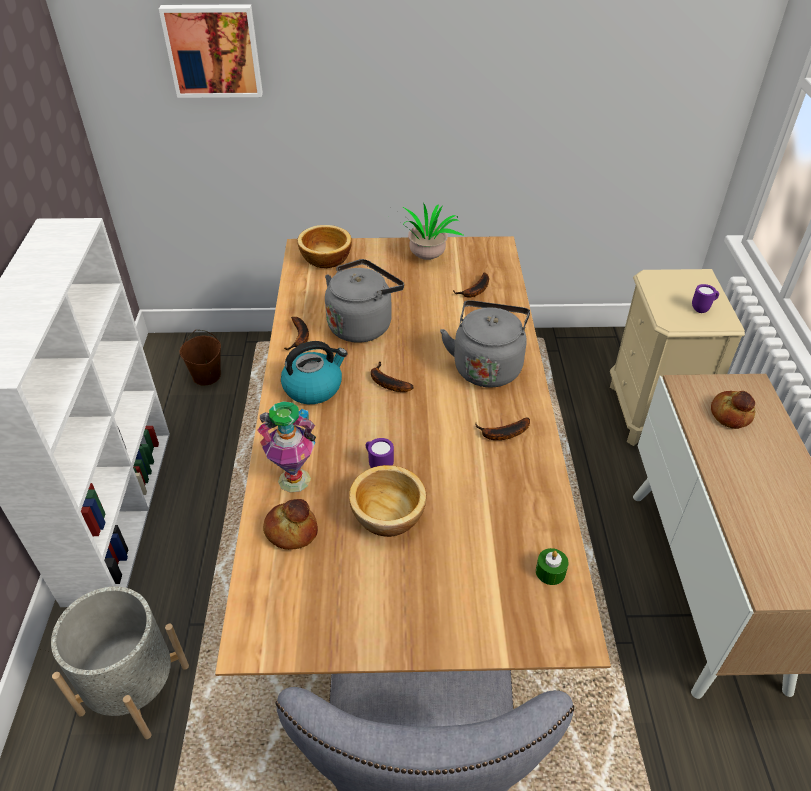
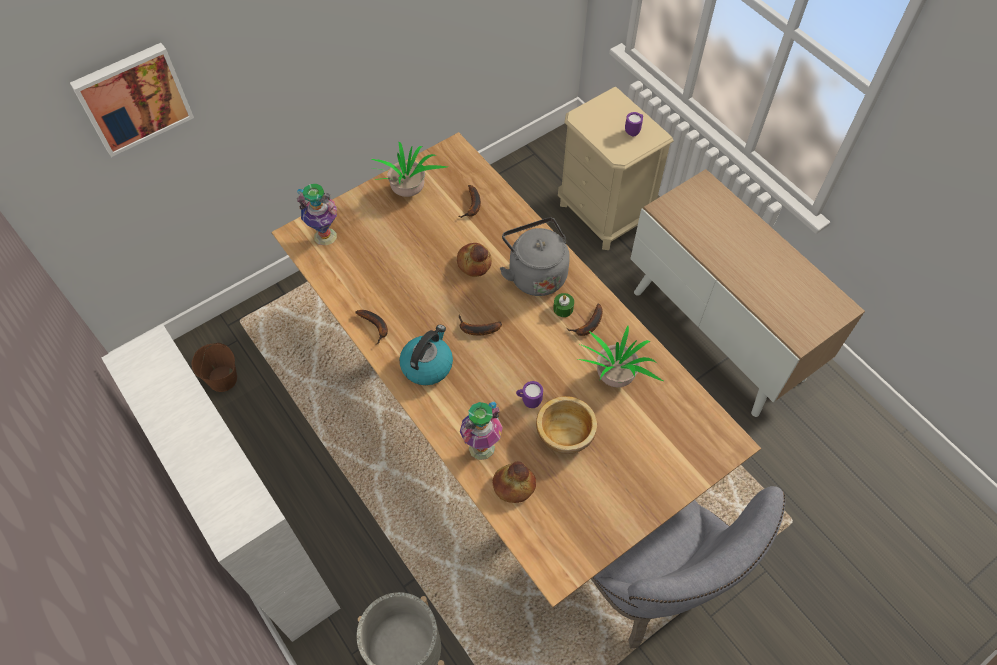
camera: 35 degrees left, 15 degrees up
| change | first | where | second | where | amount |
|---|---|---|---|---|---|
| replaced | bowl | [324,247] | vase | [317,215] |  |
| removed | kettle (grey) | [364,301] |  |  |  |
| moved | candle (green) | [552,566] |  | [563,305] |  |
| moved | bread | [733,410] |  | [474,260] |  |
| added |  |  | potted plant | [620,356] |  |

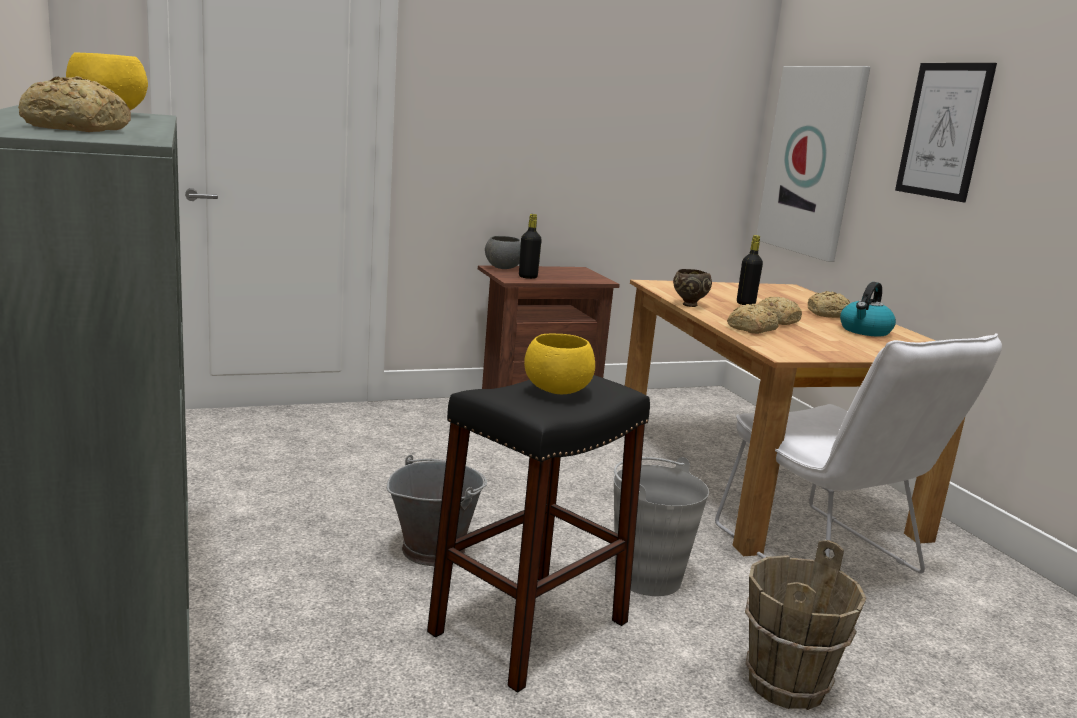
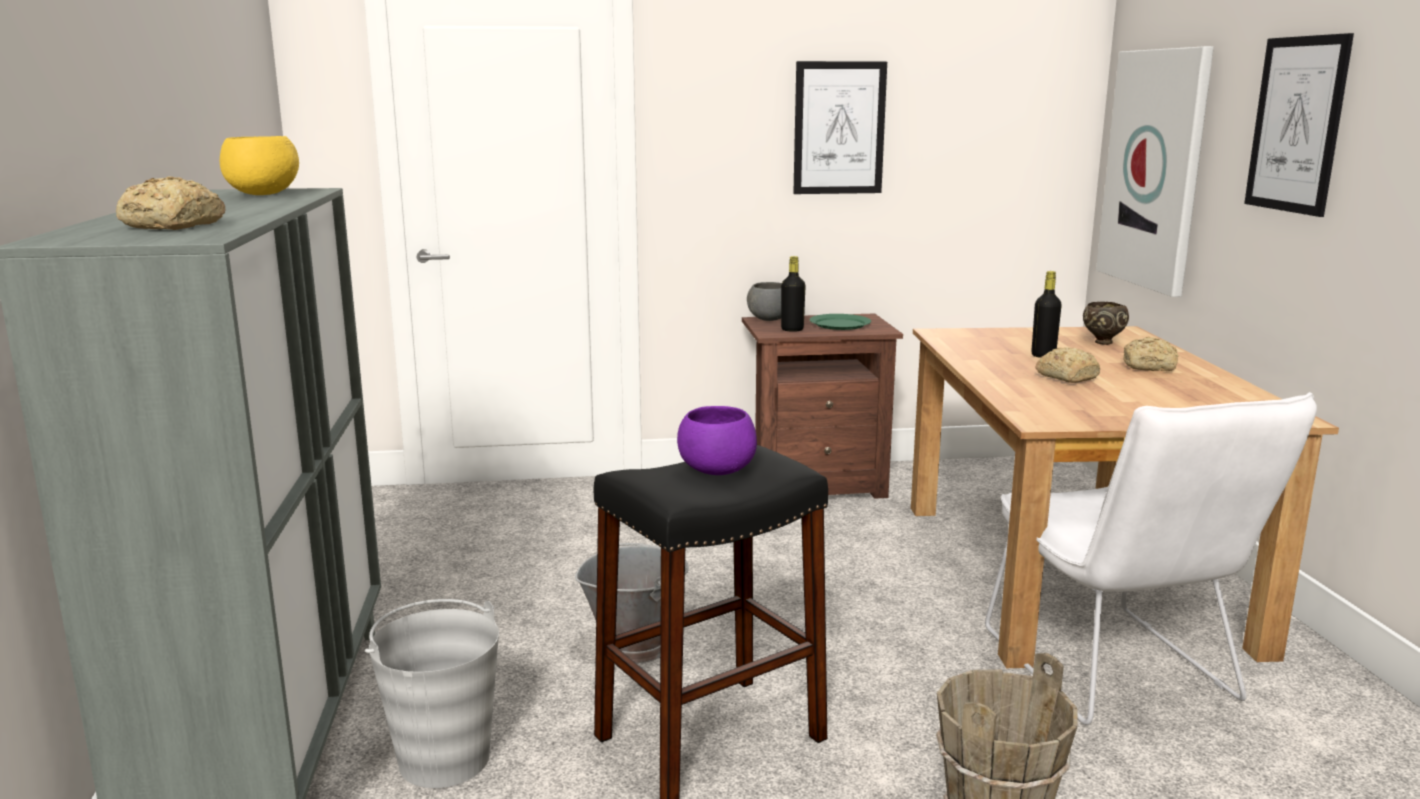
camera: 15 degrees right, 0 degrees up
| change | first | where | second | where | amount |
|---|---|---|---|---|---|
| recoloured | bowl (yellow) | [559,363] | bowl (purple) | [717,440] |  |
| moved | bucket (grey) | [661,526] |  | [432,693] |  |
| moved | bowl (brown) | [692,288] |  | [1106,323] |  |
| removed | bread | [753,319] |  |  |  |
| removed | kettle | [868,309] |  |  |  |
| added |  |  | picture | [840,127] |  |
| added |  |  | plate (green) | [840,322] |  |

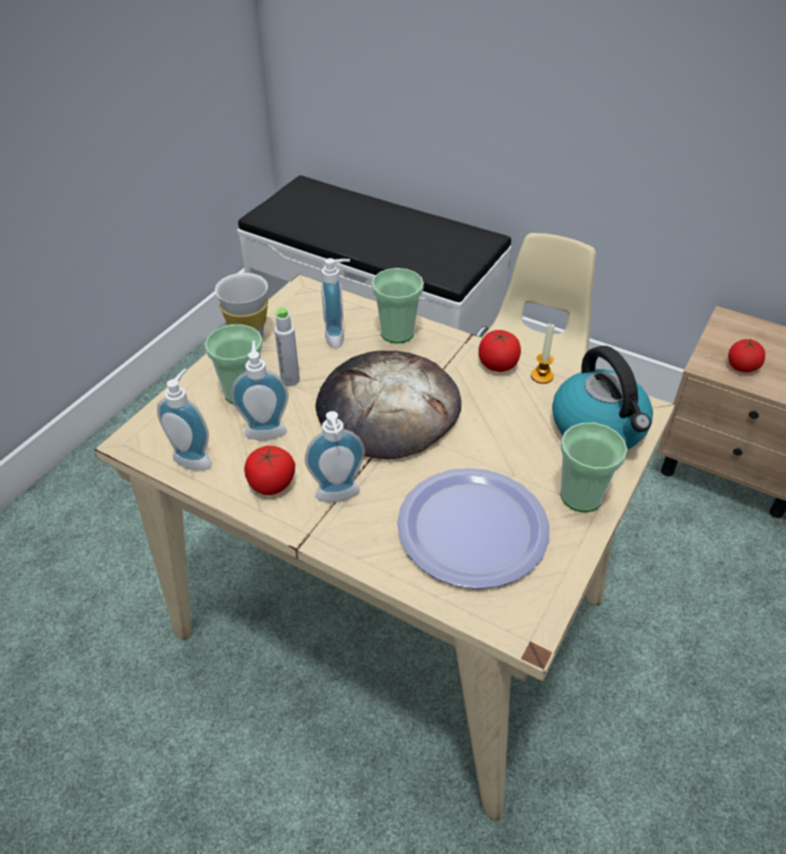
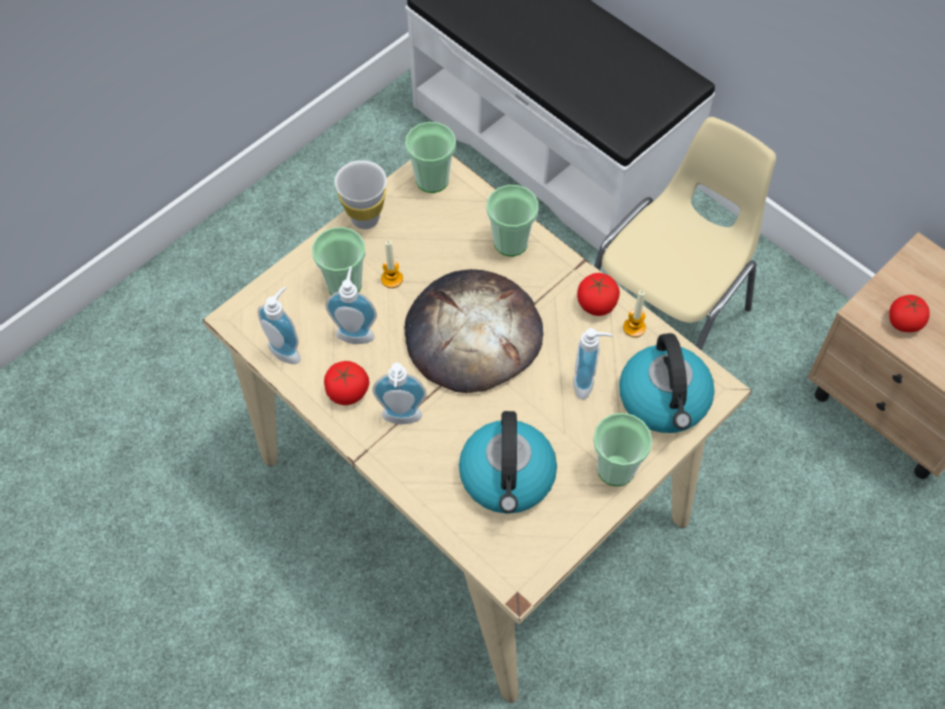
camera: 15 degrees right, 15 degrees up
| change | first | where | second | where | amount |
|---|---|---|---|---|---|
| replaced | bottle (grey) | [287,346] | candle | [392,264] |  |
| moved | soap dispenser | [335,303] |  | [593,364] |  |
| replaced | plate | [473,528] | kettle | [508,462] |  |
| added |  |  | cup | [430,157] |  |

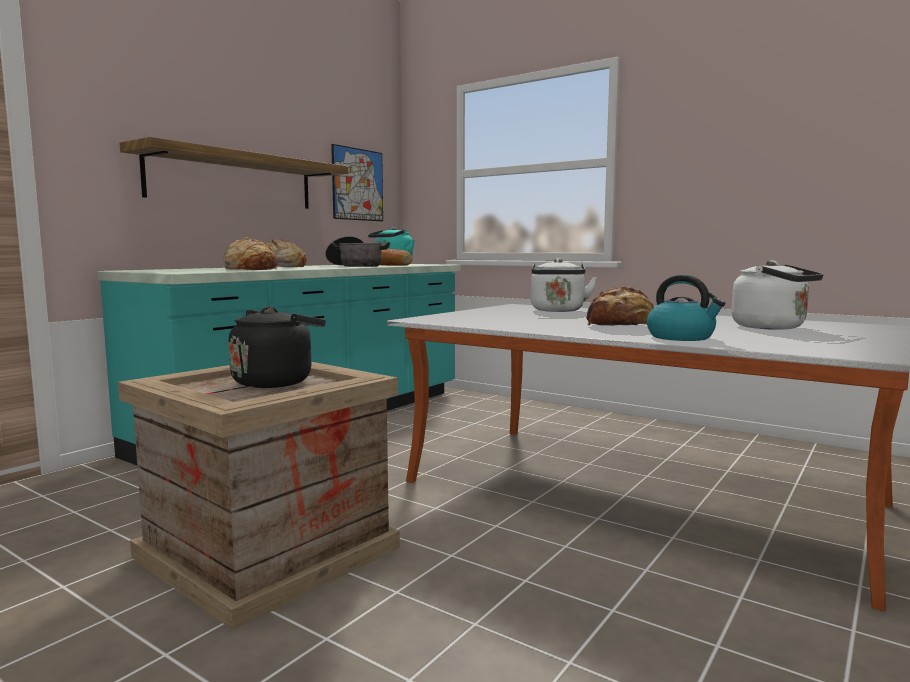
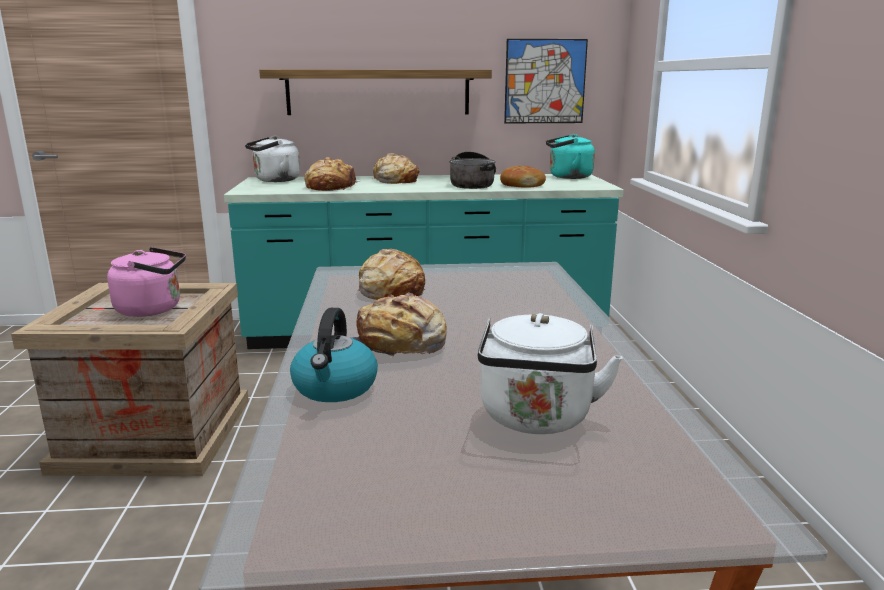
camera: 50 degrees right, 10 degrees up
| change | first | where | second | where | amount |
|---|---|---|---|---|---|
| recoloured | kettle (black) | [277,347] | kettle (pink) | [146,282] |  |
| moved | kettle (white) | [564,285] |  | [272,159] |  |
| added |  |  | bread | [392,274] |  |

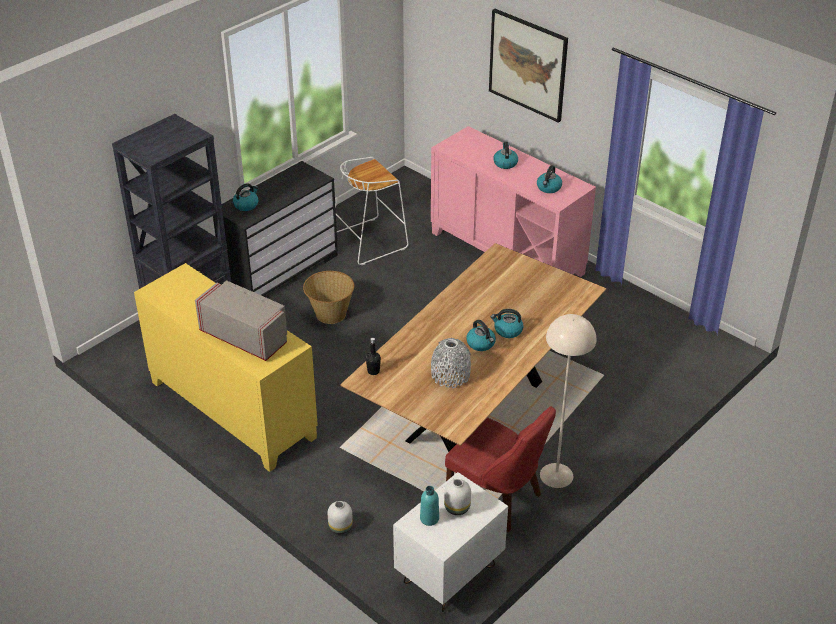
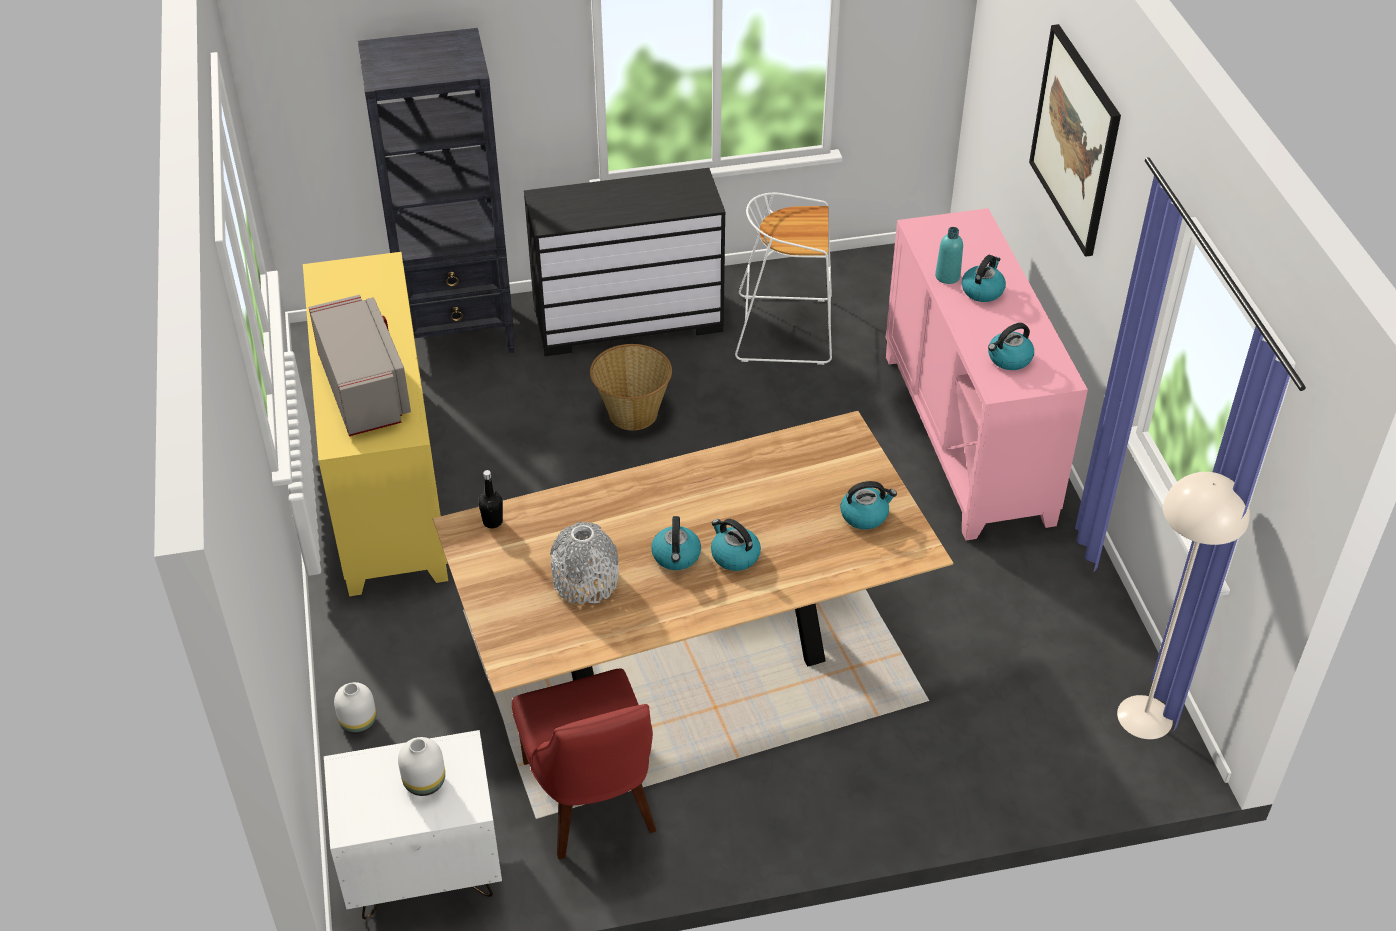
camera: 35 degrees right, 5 degrees up
| change | first | where | second | where | amount |
|---|---|---|---|---|---|
| moved | kettle | [245,197] |  | [868,505] |  |
| moved | bottle (turquoise) | [429,506] |  | [949,255] |  |
| moved | floor lamp (beige) | [568,401] |  | [1183,605] |  |

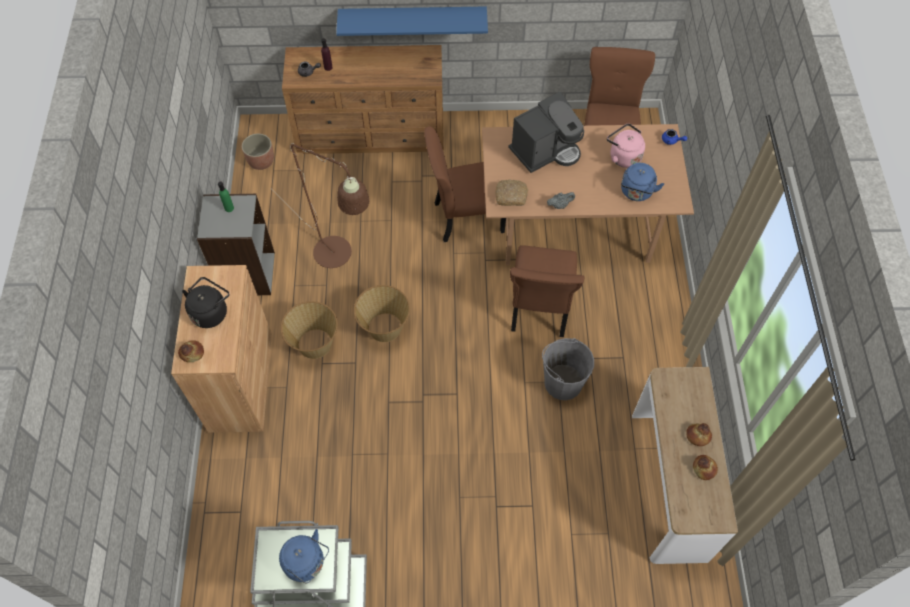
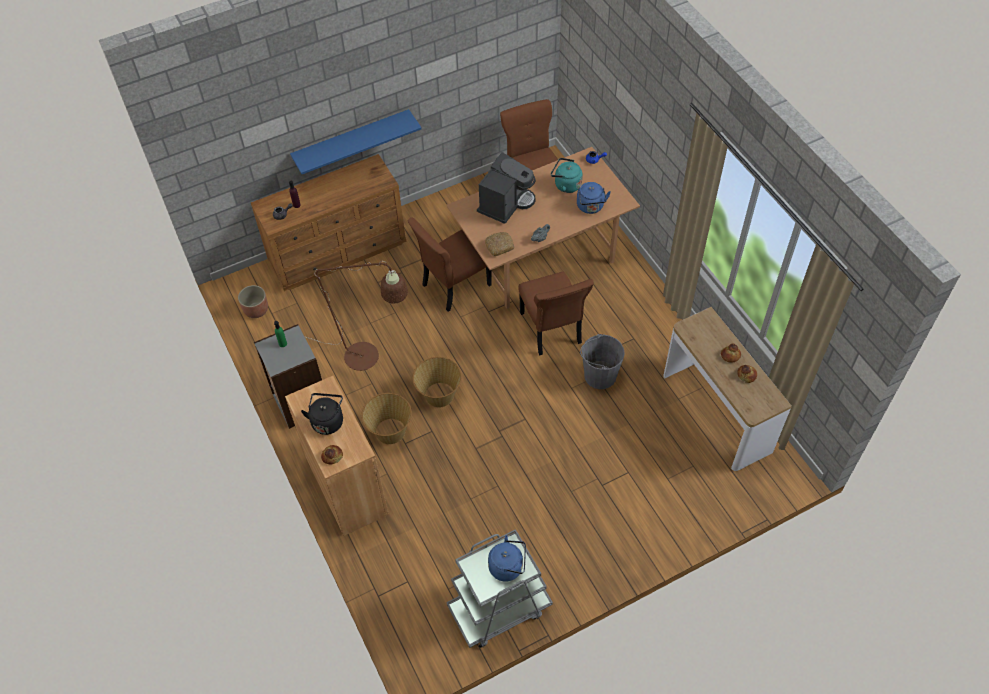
camera: 25 degrees left, 5 degrees down
| change | first | where | second | where | amount |
|---|---|---|---|---|---|
| recoloured | kettle (pink) | [626,145] | kettle (turquoise) | [567,175] |  |

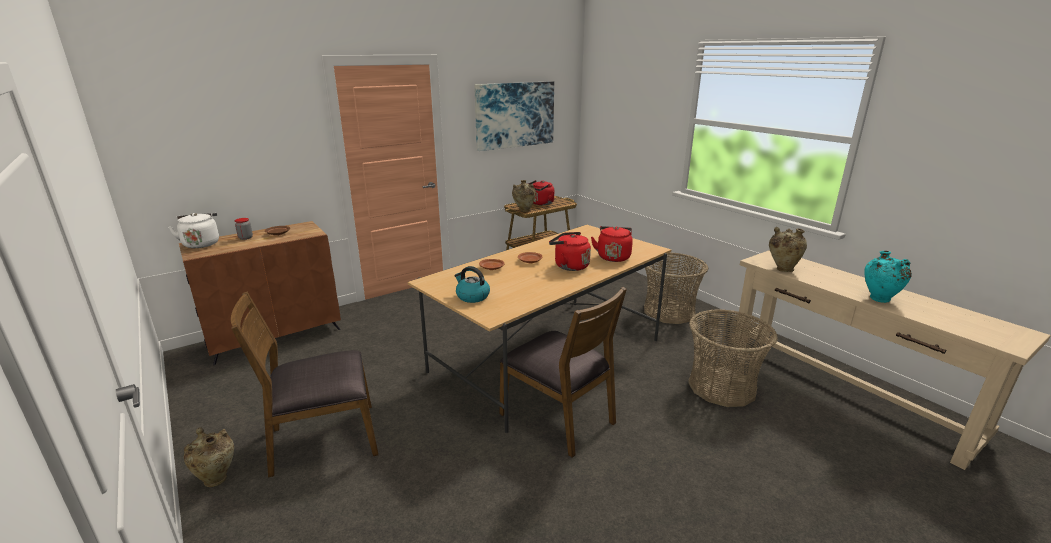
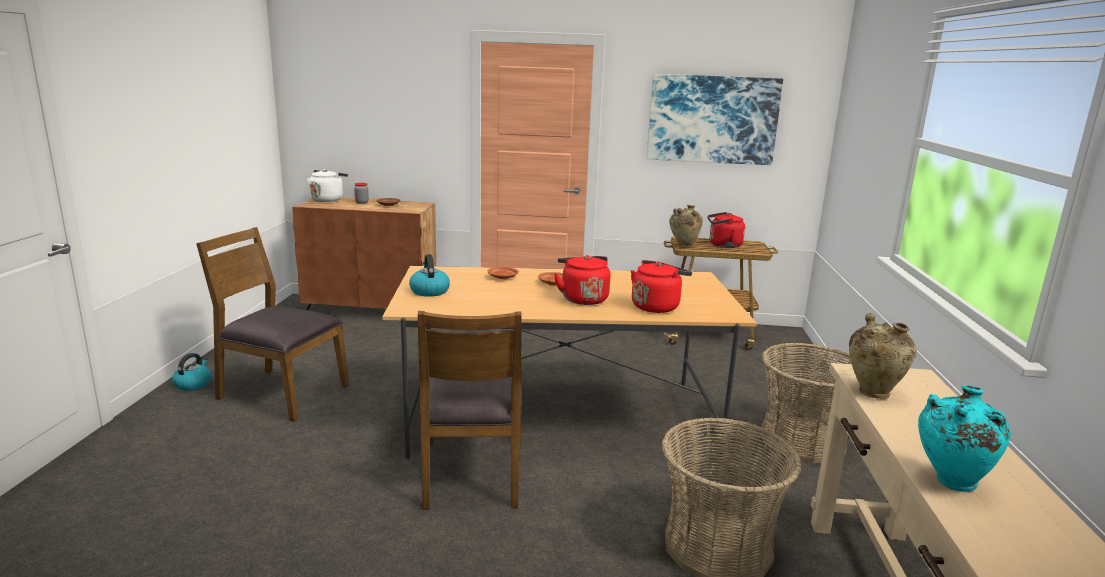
camera: 40 degrees right, 5 degrees down
| change | first | where | second | where | amount |
|---|---|---|---|---|---|
| replaced | vase (beige) | [209,457] | kettle | [191,372] |  |

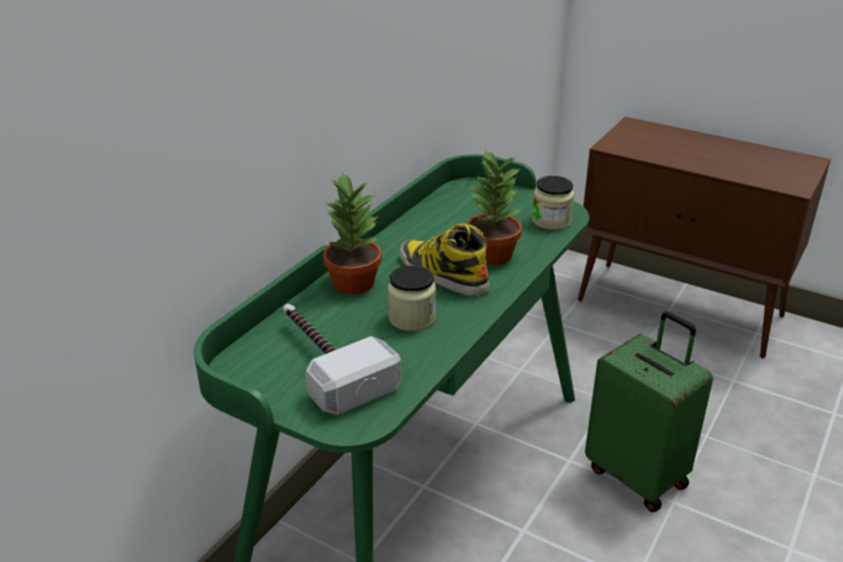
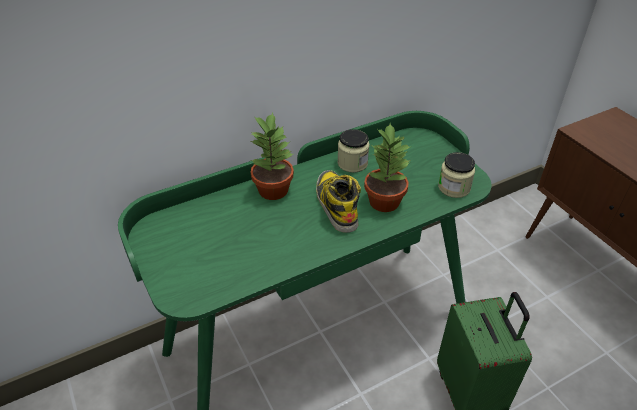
camera: 30 degrees right, 10 degrees up
| change | first | where | second | where | amount |
|---|---|---|---|---|---|
| removed | hammer | [342,360] |  |  |  |
| moved | jar | [412,298] |  | [353,151] |  |

